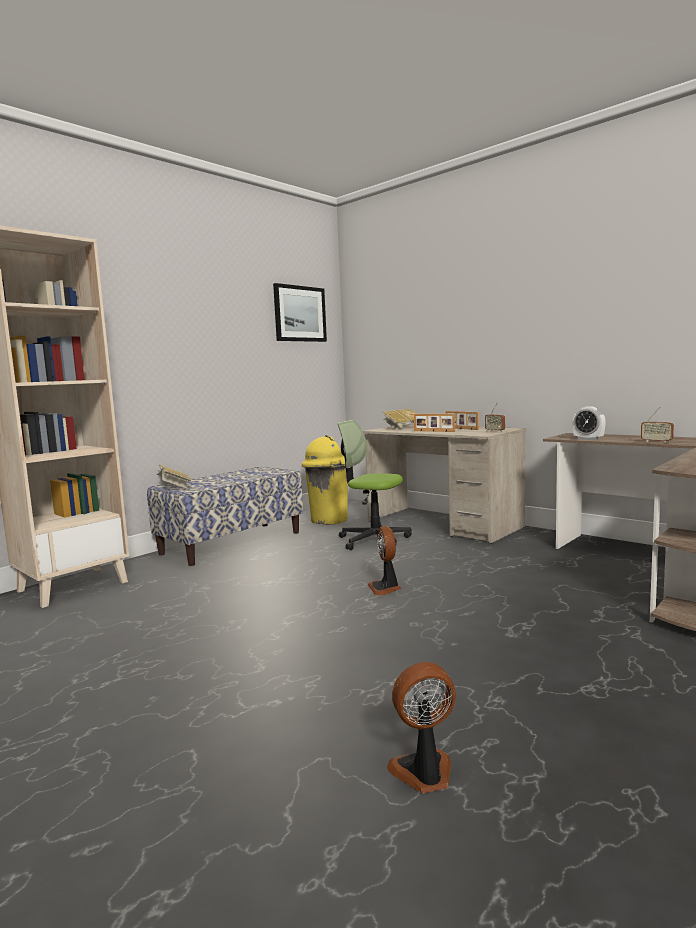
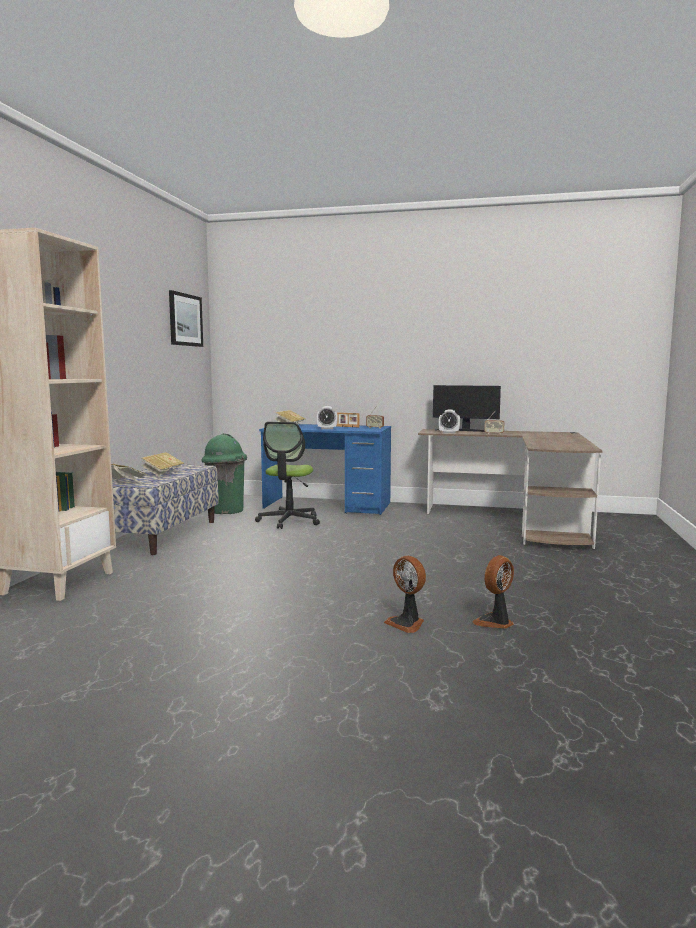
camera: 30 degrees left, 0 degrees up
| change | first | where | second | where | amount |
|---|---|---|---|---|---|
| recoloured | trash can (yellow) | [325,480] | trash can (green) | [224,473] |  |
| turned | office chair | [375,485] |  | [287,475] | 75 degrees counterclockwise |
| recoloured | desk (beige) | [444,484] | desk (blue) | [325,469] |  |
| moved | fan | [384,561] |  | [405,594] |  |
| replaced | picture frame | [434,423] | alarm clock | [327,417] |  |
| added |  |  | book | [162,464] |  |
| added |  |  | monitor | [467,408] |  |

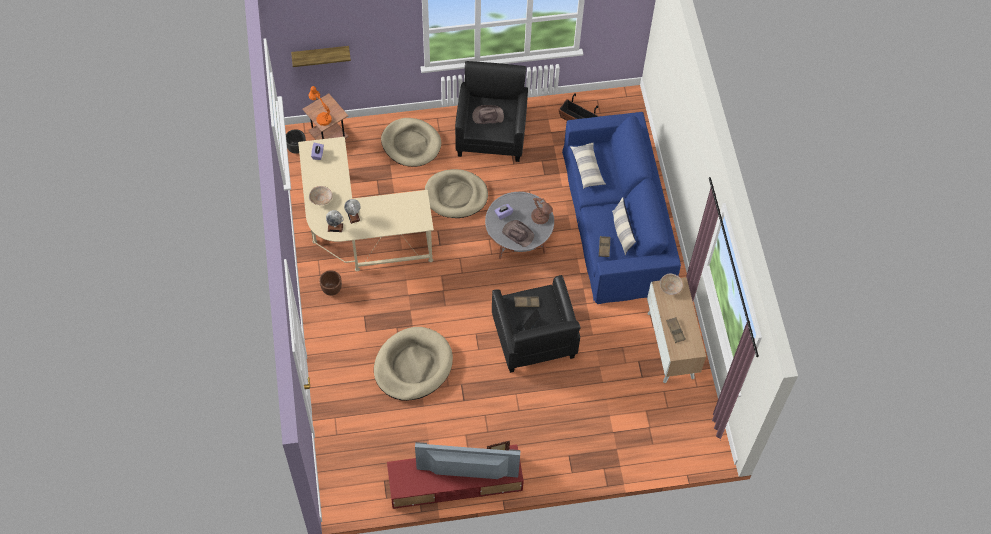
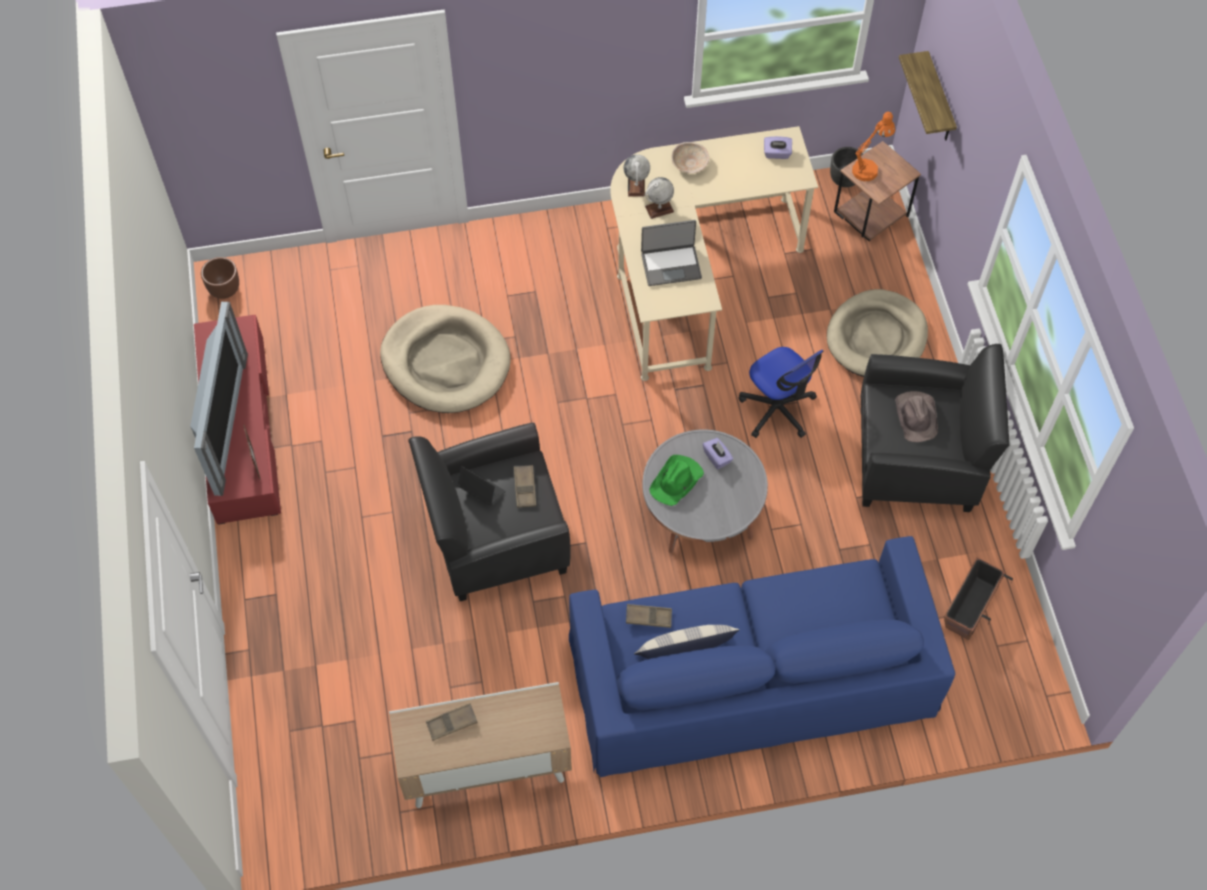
camera: 90 degrees right, 0 degrees up
| change | first | where | second | where | amount |
|---|---|---|---|---|---|
| moved | planter (brown) | [330,283] |  | [220,278] |  |
| replaced | dog bed (beige) | [456,193] | office chair | [781,392] |  |
| recoloured | hat (brown) | [518,233] | hat (green) | [676,480] |  |
| removed | table lamp (brown) | [542,211] |  |  |  |
| removed | pillow | [588,166] |  |  |  |
| removed | bowl (beige) | [671,284] |  |  |  |
| added |  |  | laptop | [671,253] |  |

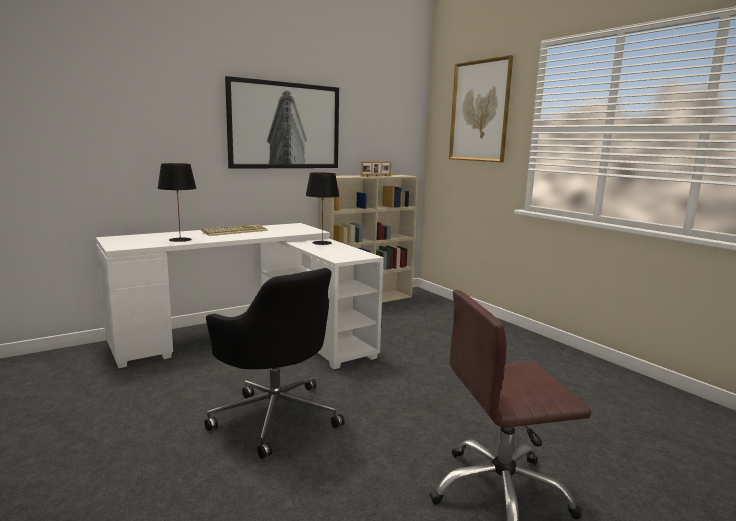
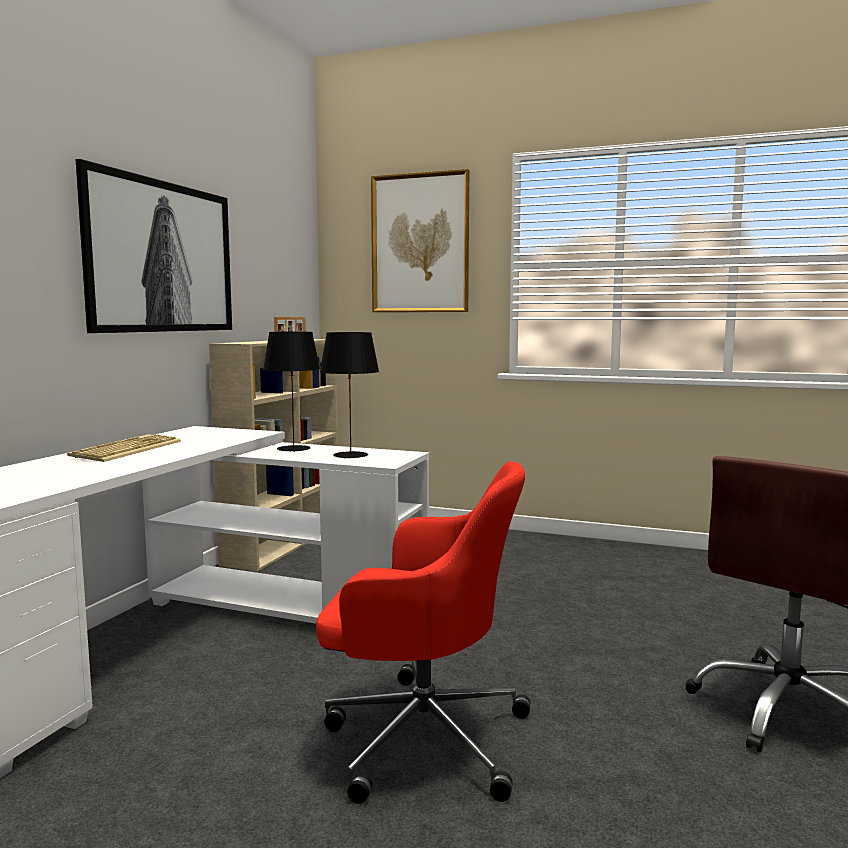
camera: 35 degrees left, 5 degrees down
| change | first | where | second | where | amount |
|---|---|---|---|---|---|
| moved | table lamp (black) | [177,202] |  | [349,395] |  |
| recoloured | office chair (black) | [275,363] | office chair (red) | [423,632] |  |

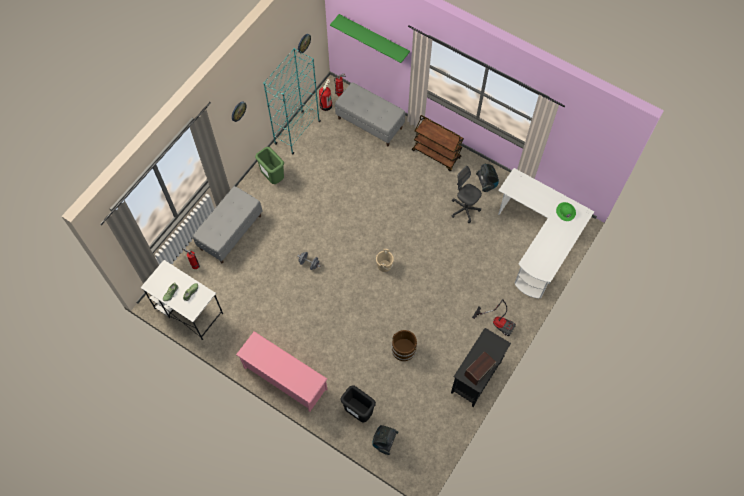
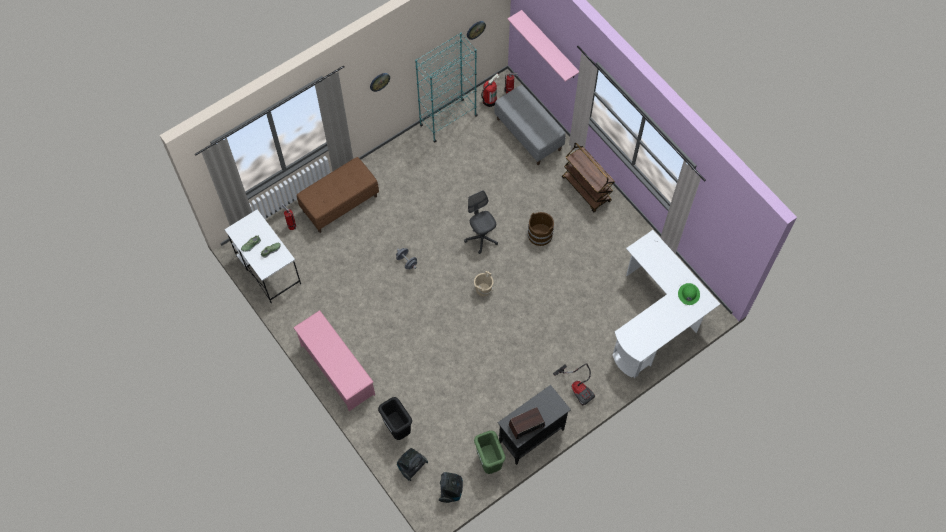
camera: 20 degrees right, 0 degrees up
| change | first | where | second | where | amount |
|---|---|---|---|---|---|
| recoloured | bench (grey) | [228,224] | bench (brown) | [338,195] |  |
| moved | trash can (green) | [269,165] |  | [490,452] |  |
| recoloured | shelf (green) | [370,38] | shelf (pink) | [543,46] |  |
| moved | bucket (brown) | [404,345] |  | [541,229] |  |
| moved | office chair (grey) | [467,194] |  | [481,222] |  |
| moved | vacuum cleaner | [487,178] |  | [451,487] |  |

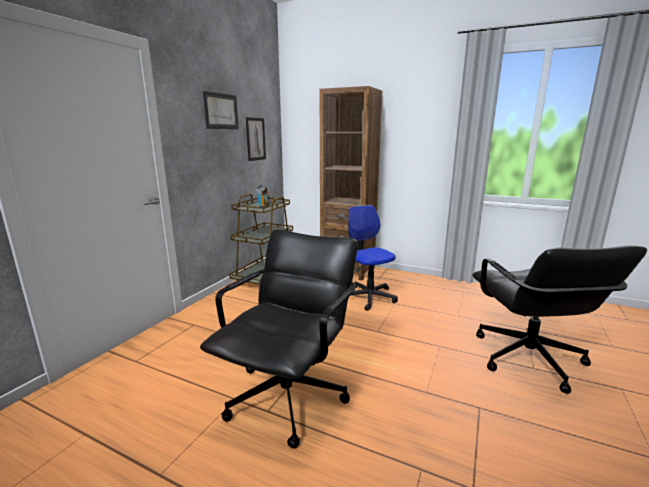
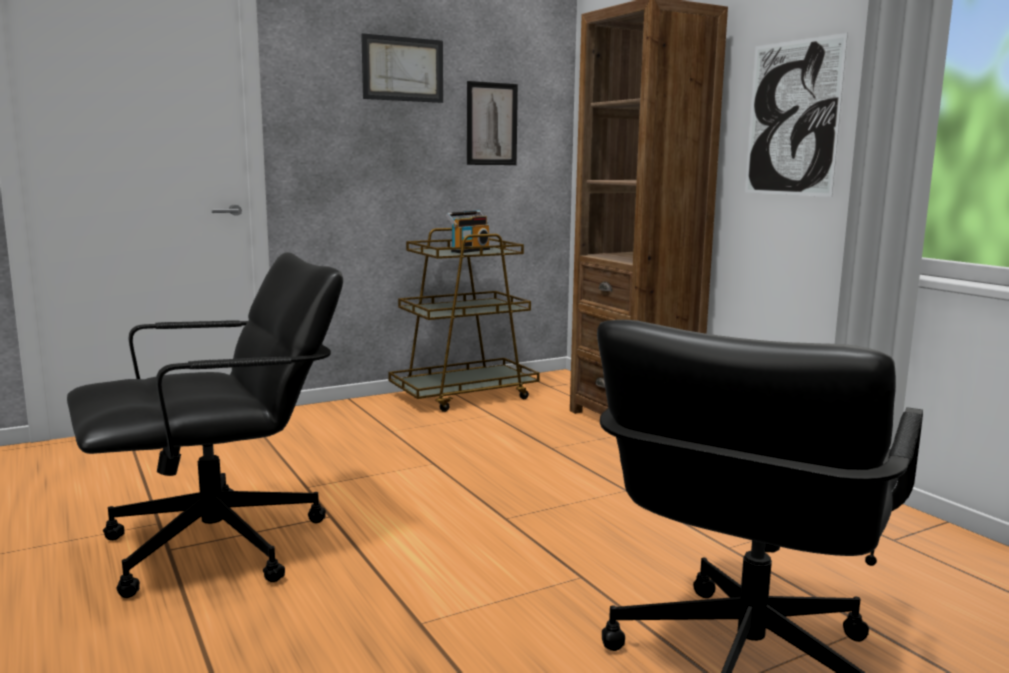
camera: 35 degrees right, 5 degrees down
| change | first | where | second | where | amount |
|---|---|---|---|---|---|
| removed | office chair | [373,258] |  |  |  |
| added |  |  | picture | [796,115] |  |

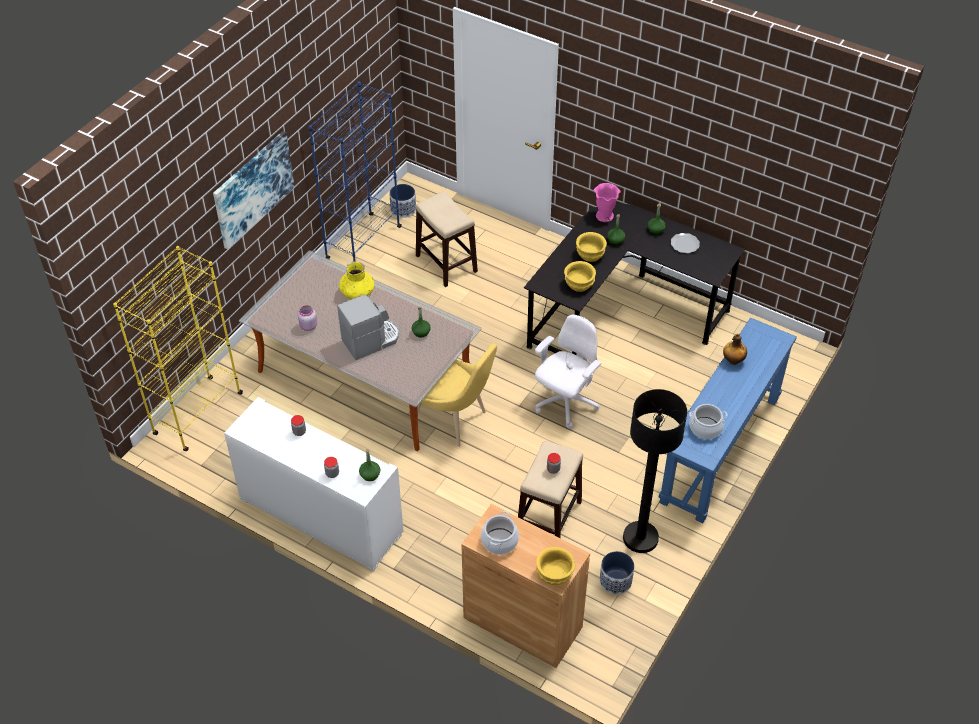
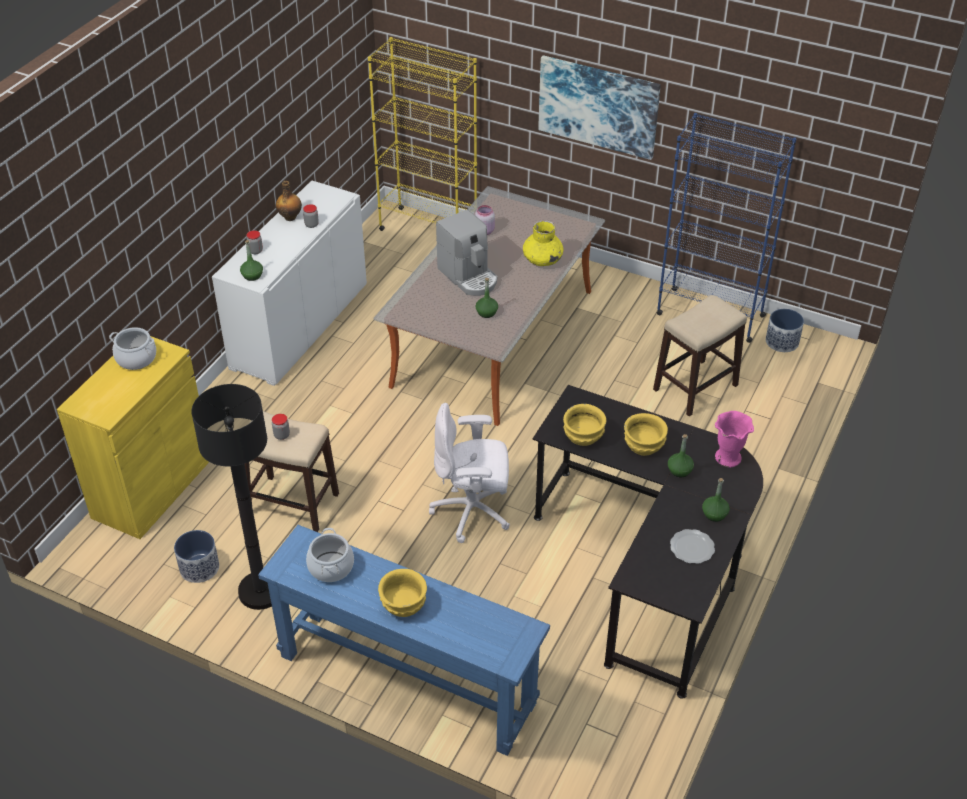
camera: 85 degrees right, 5 degrees down
| change | first | where | second | where | amount |
|---|---|---|---|---|---|
| removed | chair (yellow) | [454,395] |  |  |  |
| recoloured | cabinet (brown) | [525,586] | cabinet (yellow) | [133,437] |  |
| turned | office chair (white) | [568,372] |  | [469,473] | 150 degrees clockwise |
| moved | bowl (yellow) | [555,566] |  | [402,593] |  |
| moved | bottle | [735,349] |  | [289,201] |  |

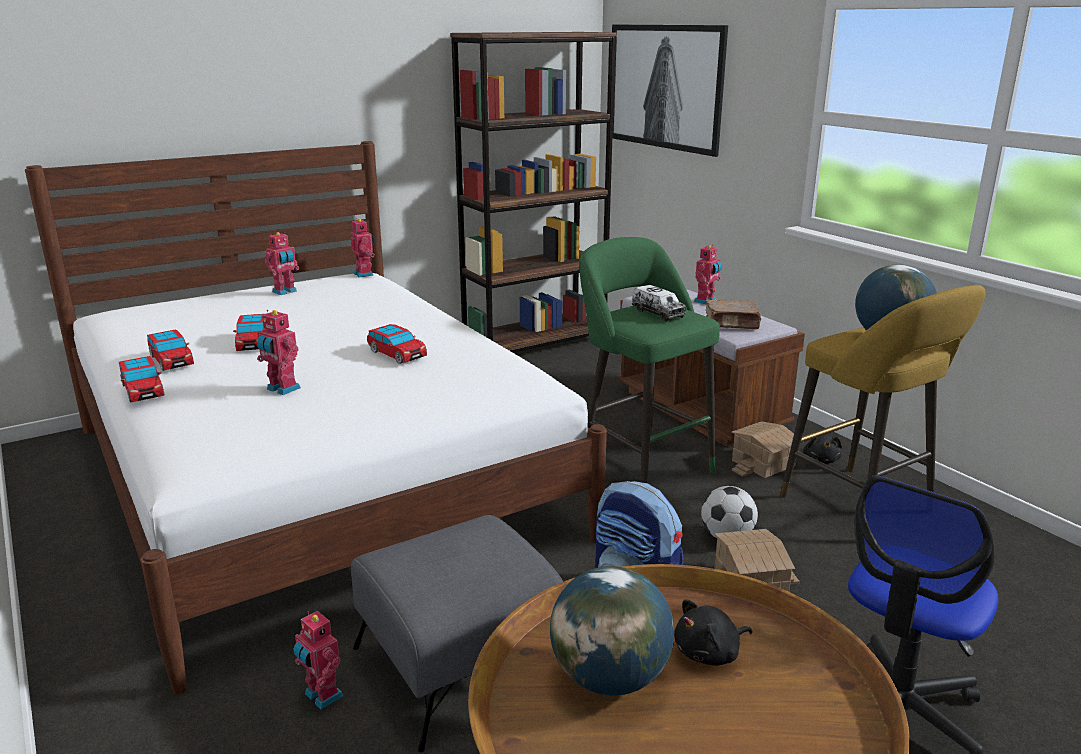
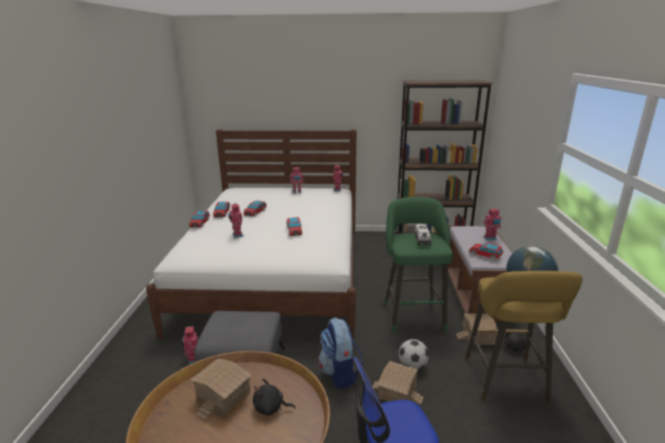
camera: 35 degrees right, 0 degrees up
| change | first | where | second | where | amount |
|---|---|---|---|---|---|
| replaced | globe | [612,631] | toy house | [220,389] |  |
| removed | picture | [670,91] |  |  |  |
| replaced | book (brown) | [733,314] | toy car | [486,251] |  |

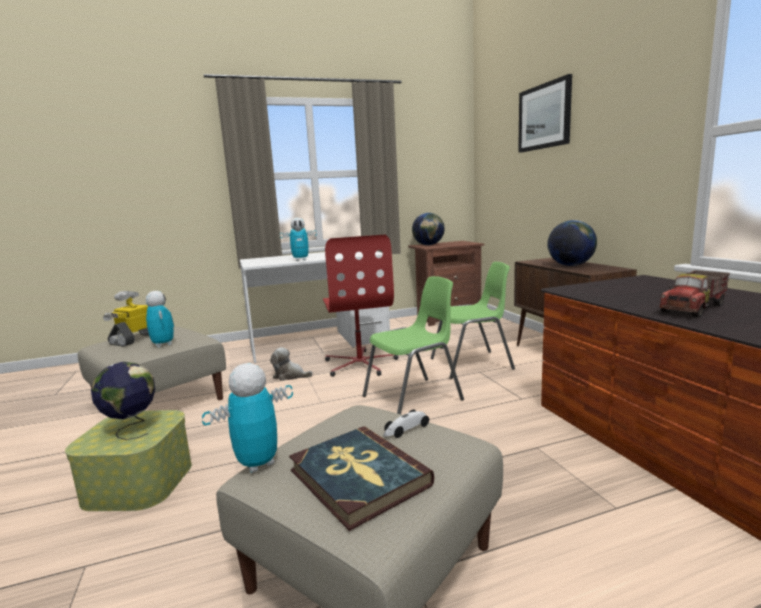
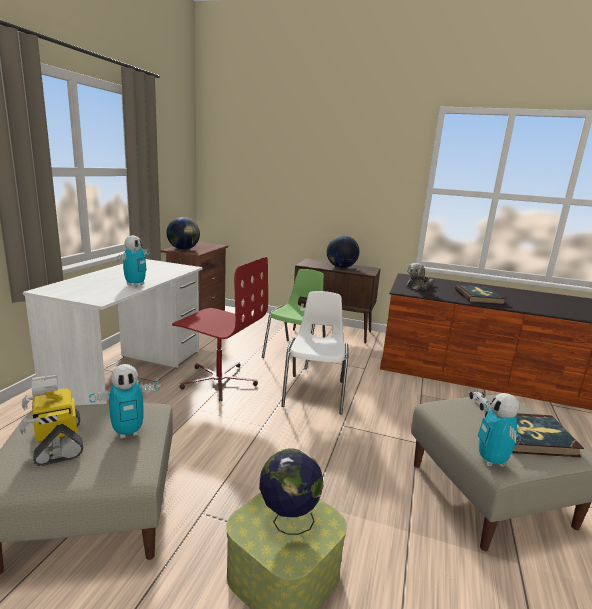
camera: 55 degrees left, 5 degrees up
| change | first | where | second | where | amount |
|---|---|---|---|---|---|
| turned | toy robot | [160,319] |  | [124,401] | 150 degrees clockwise |
| moved | plush toy | [291,364] |  | [419,276] |  |
| recoloured | chair (green) | [413,345] | chair (white) | [315,353] |  |
| removed | picture | [545,113] |  |  |  |
| replaced | toy truck | [694,294] | book | [480,295] |  |

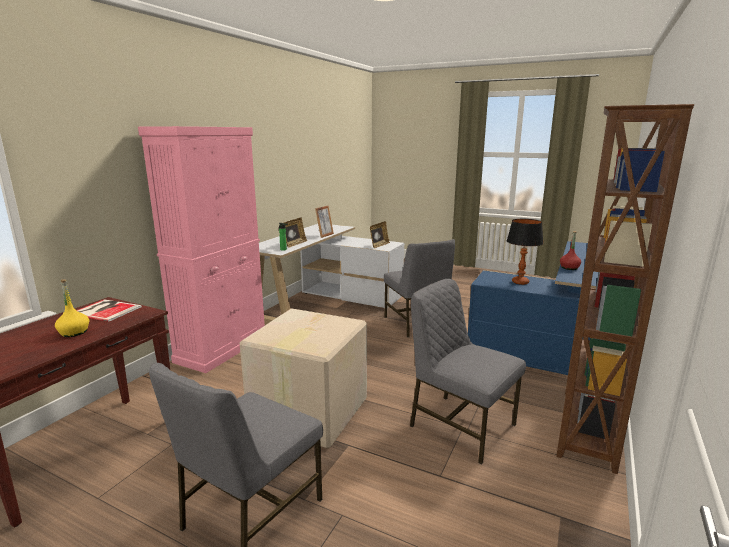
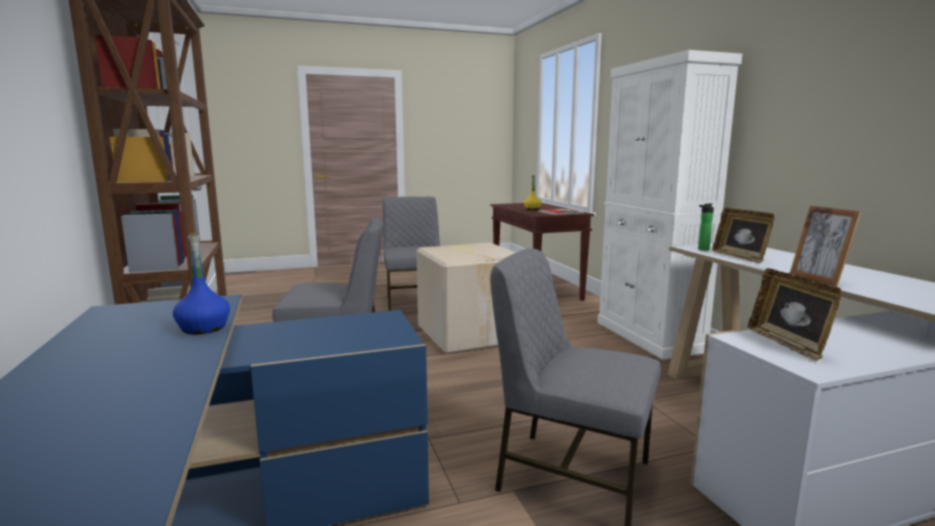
camera: 135 degrees right, 5 degrees down
| change | first | where | second | where | amount |
|---|---|---|---|---|---|
| recoloured | cabinet (pink) | [201,249] | cabinet (white) | [669,205] |  |
| removed | table lamp | [525,252] |  |  |  |
| recoloured | bottle (red) | [570,250] | bottle (blue) | [201,283] |  |

